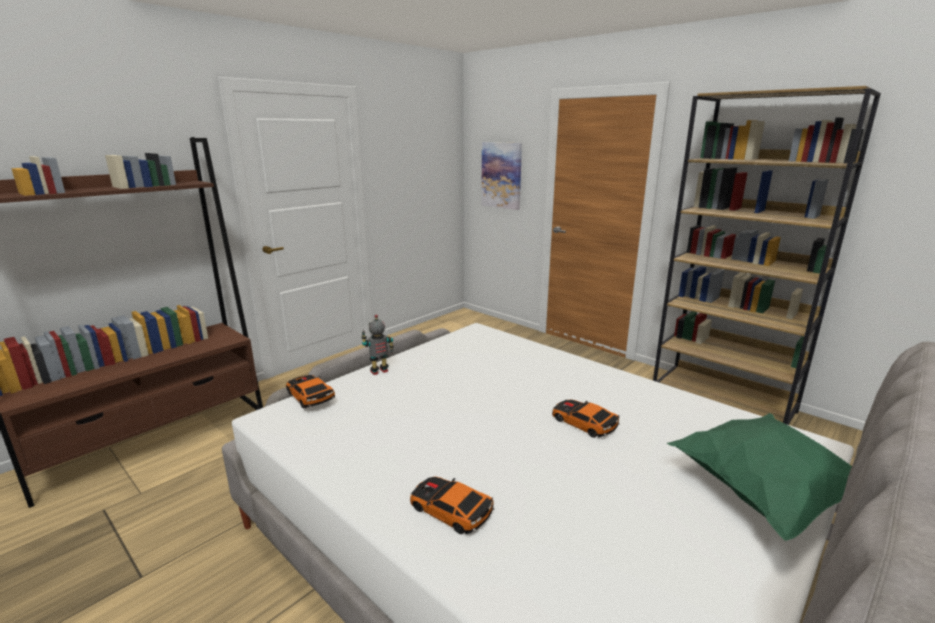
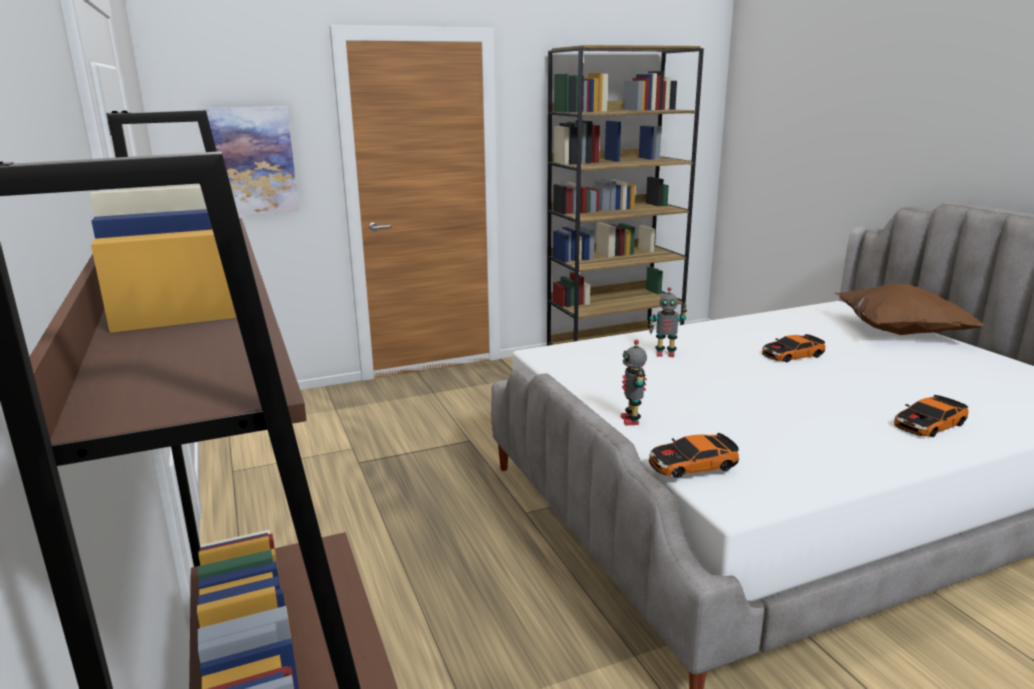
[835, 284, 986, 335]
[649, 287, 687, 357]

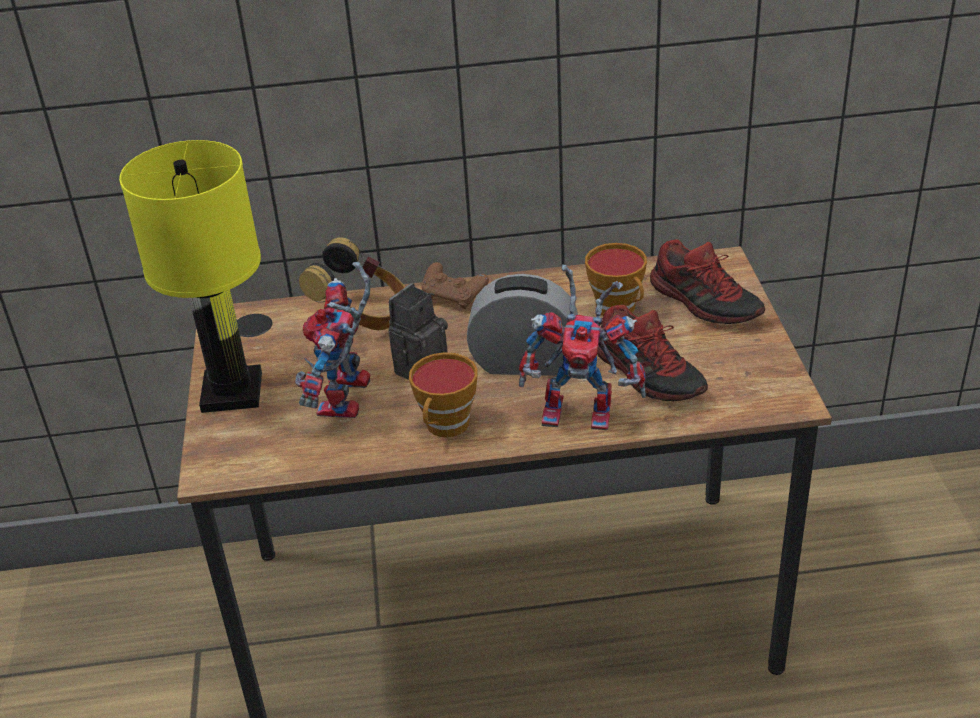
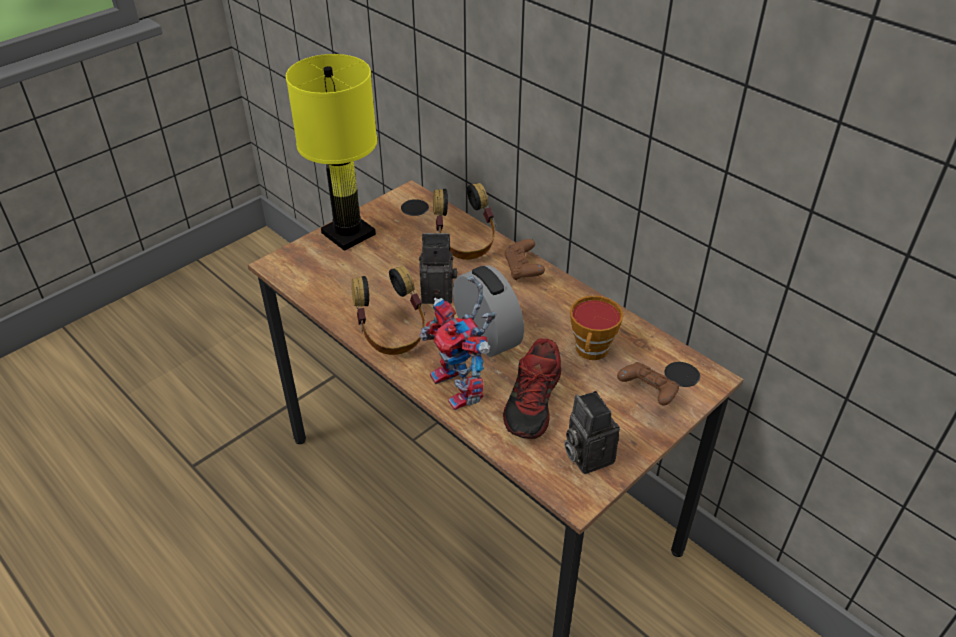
[295, 262, 370, 418] (first image)
[352, 266, 425, 355]
[617, 362, 679, 406]
[564, 391, 620, 474]

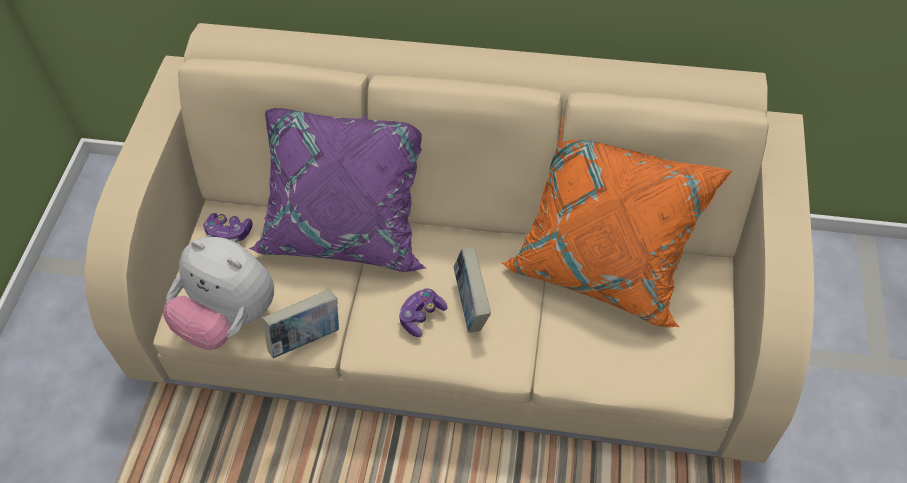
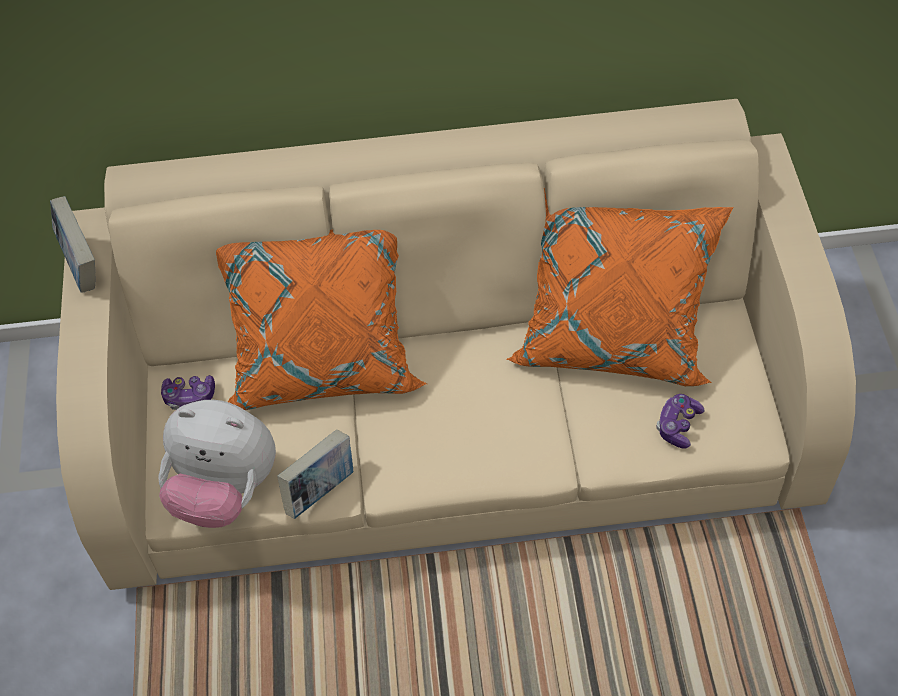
[216, 229, 427, 410]
[656, 394, 704, 448]
[50, 196, 95, 293]

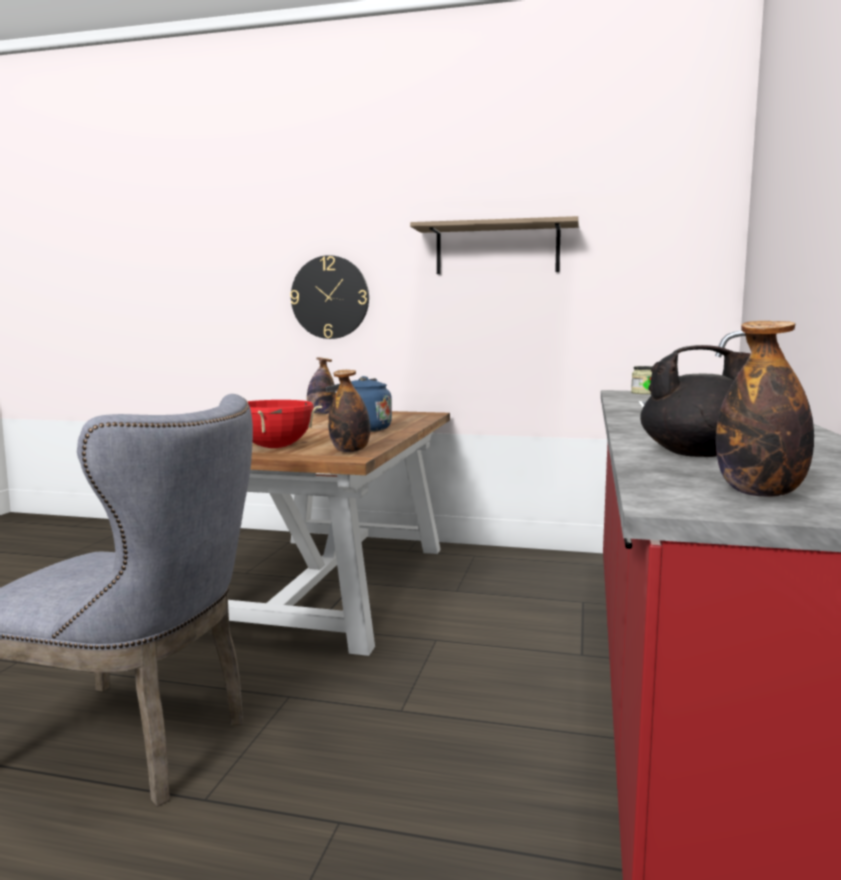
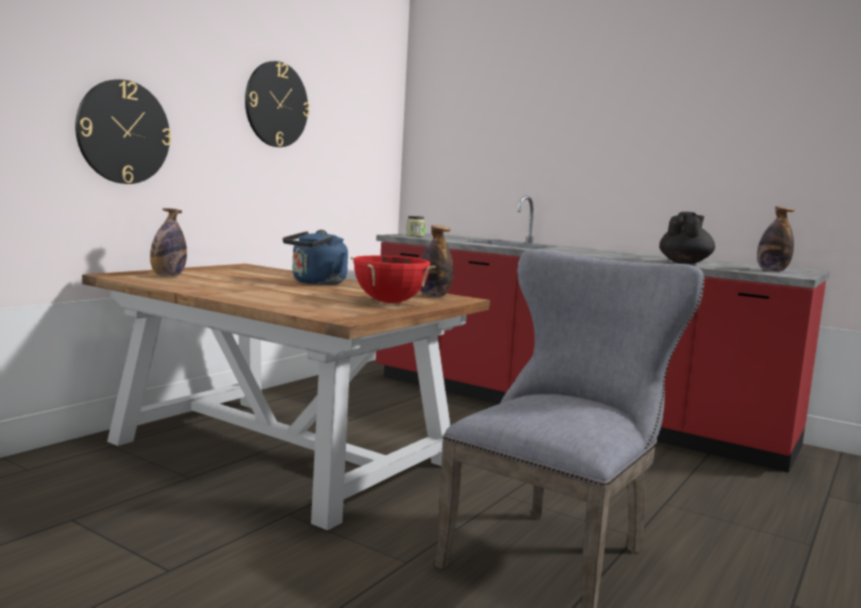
[245, 61, 310, 147]

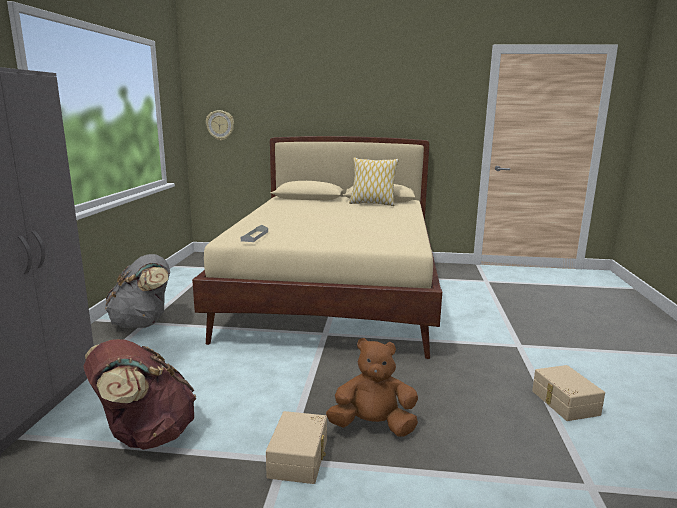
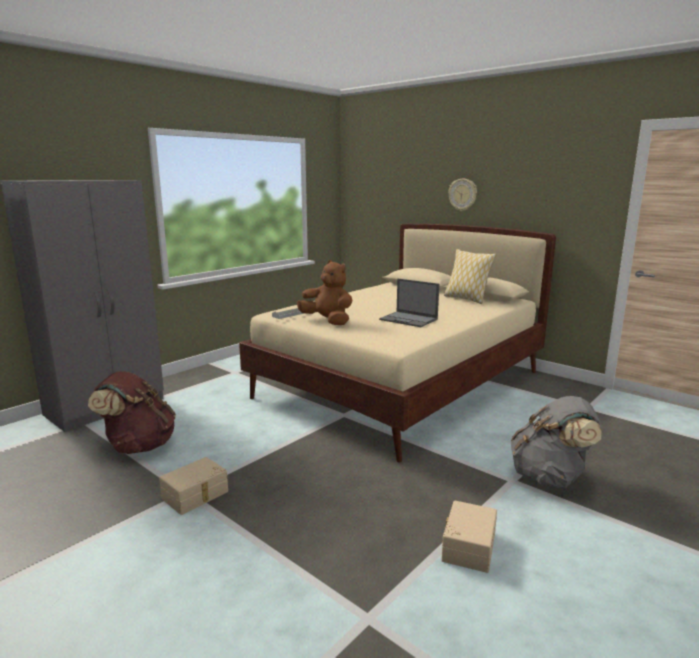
[511, 396, 602, 488]
[448, 179, 477, 211]
[297, 260, 352, 325]
[379, 279, 439, 327]

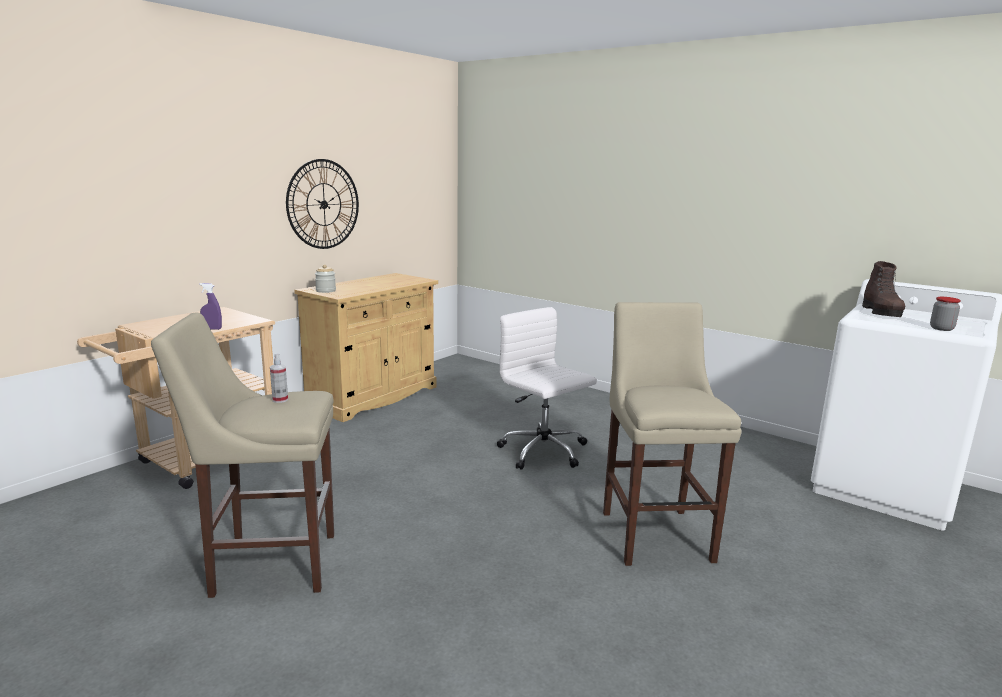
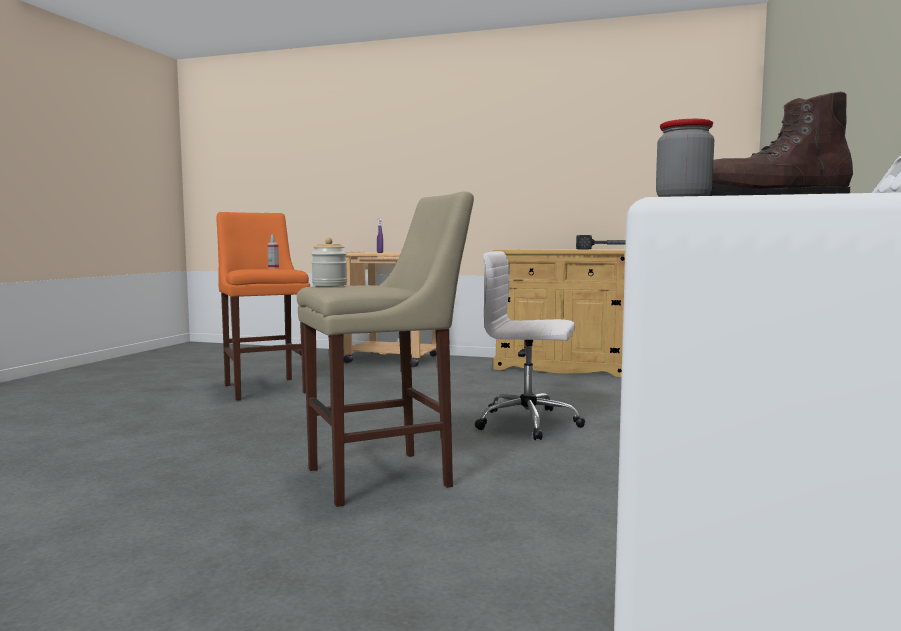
[216, 212, 310, 401]
[286, 159, 359, 249] (first image)
[311, 238, 347, 286]
[475, 251, 585, 440]
[576, 235, 626, 250]

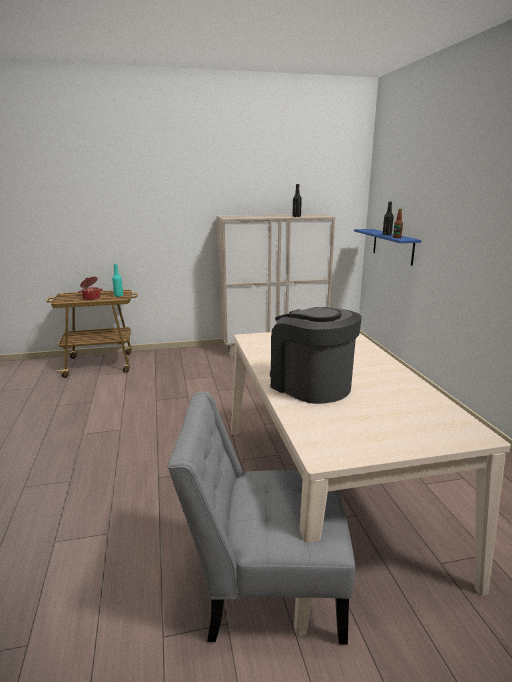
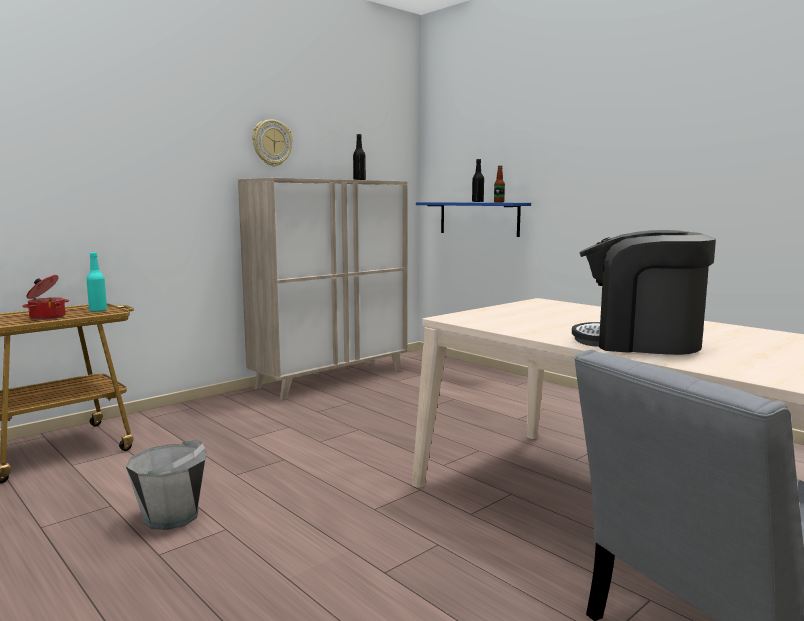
[126, 439, 207, 530]
[252, 119, 293, 166]

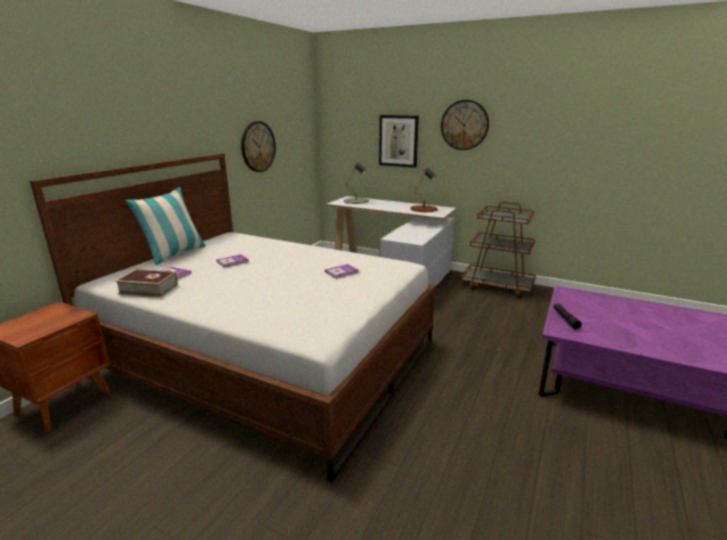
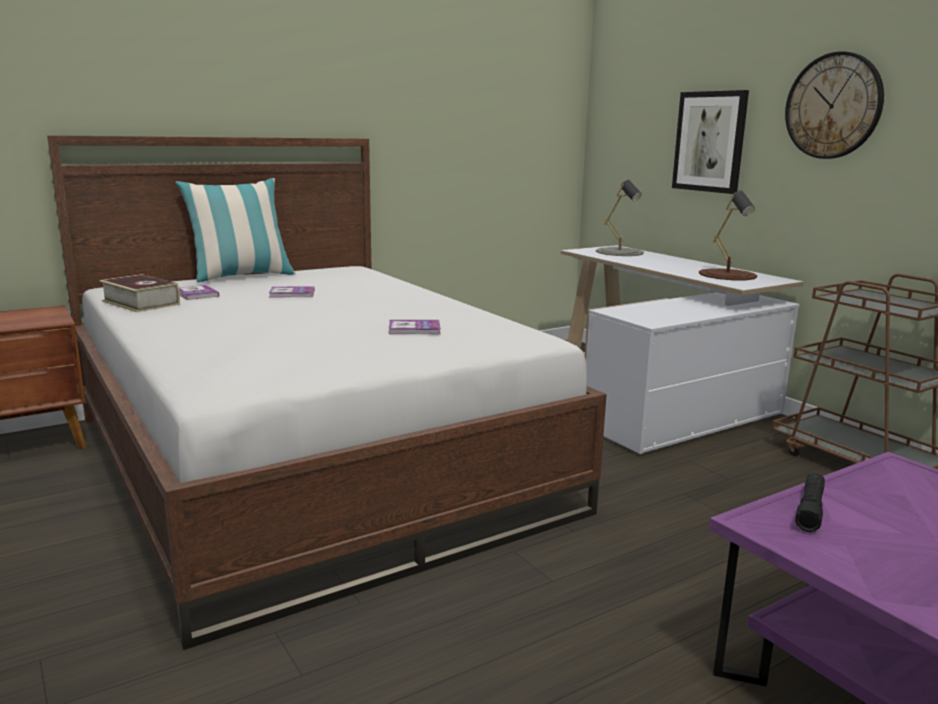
[241, 121, 276, 172] (first image)

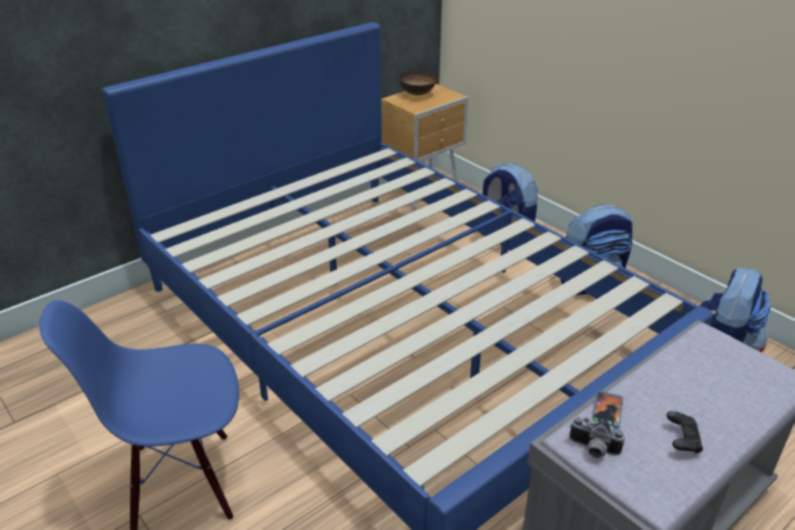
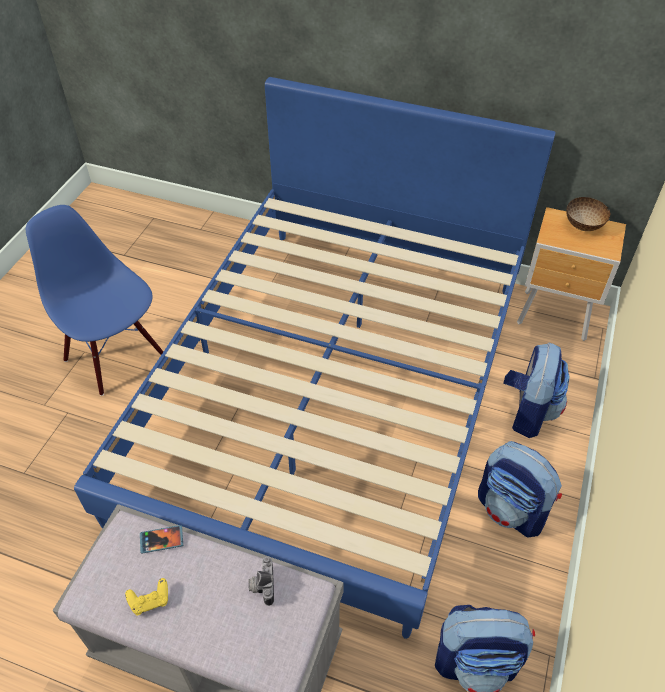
[248, 556, 274, 606]
[125, 578, 168, 615]

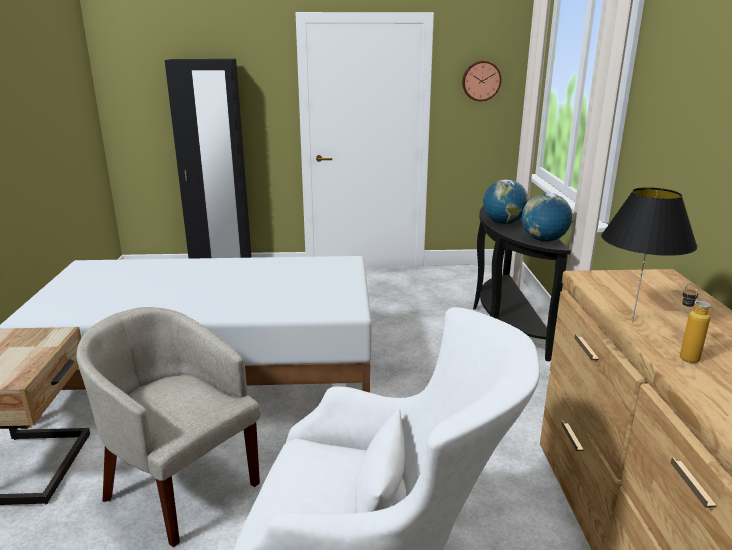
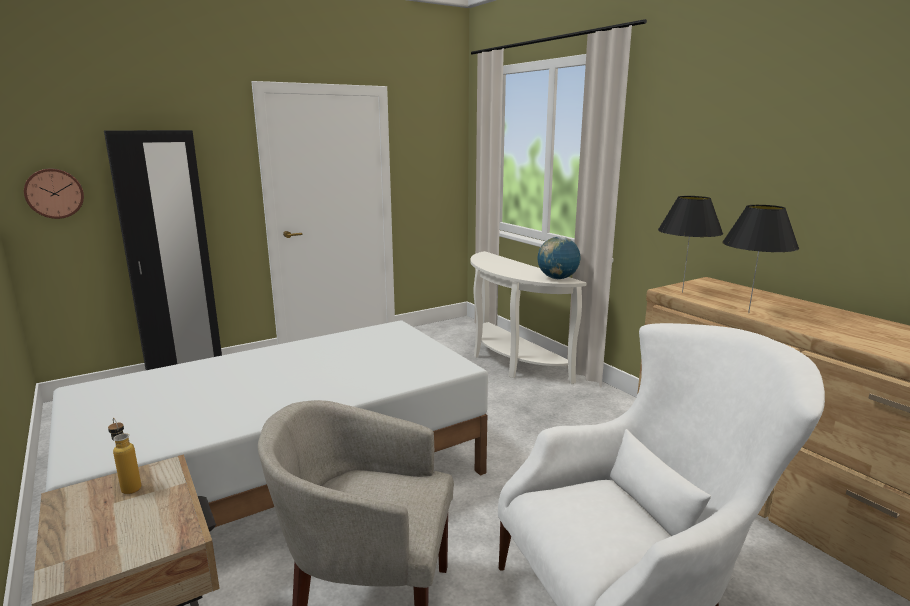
[24, 169, 84, 219]
[470, 251, 587, 384]
[483, 179, 529, 224] (first image)
[108, 418, 141, 494]
[658, 196, 723, 293]

